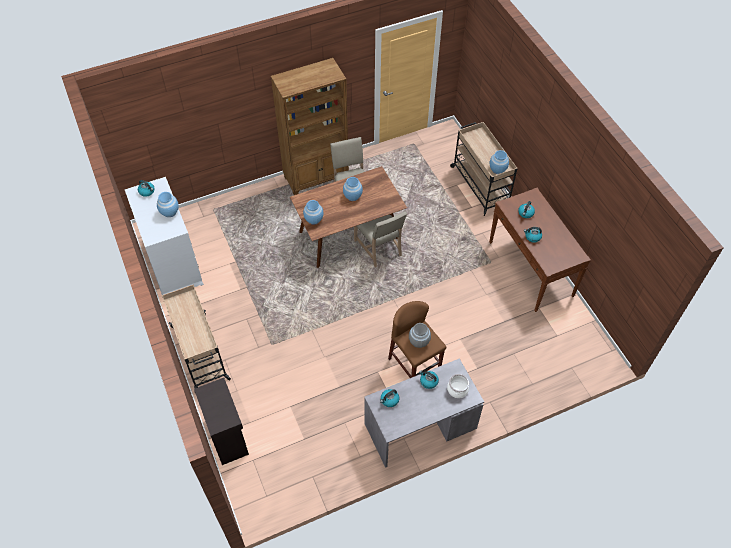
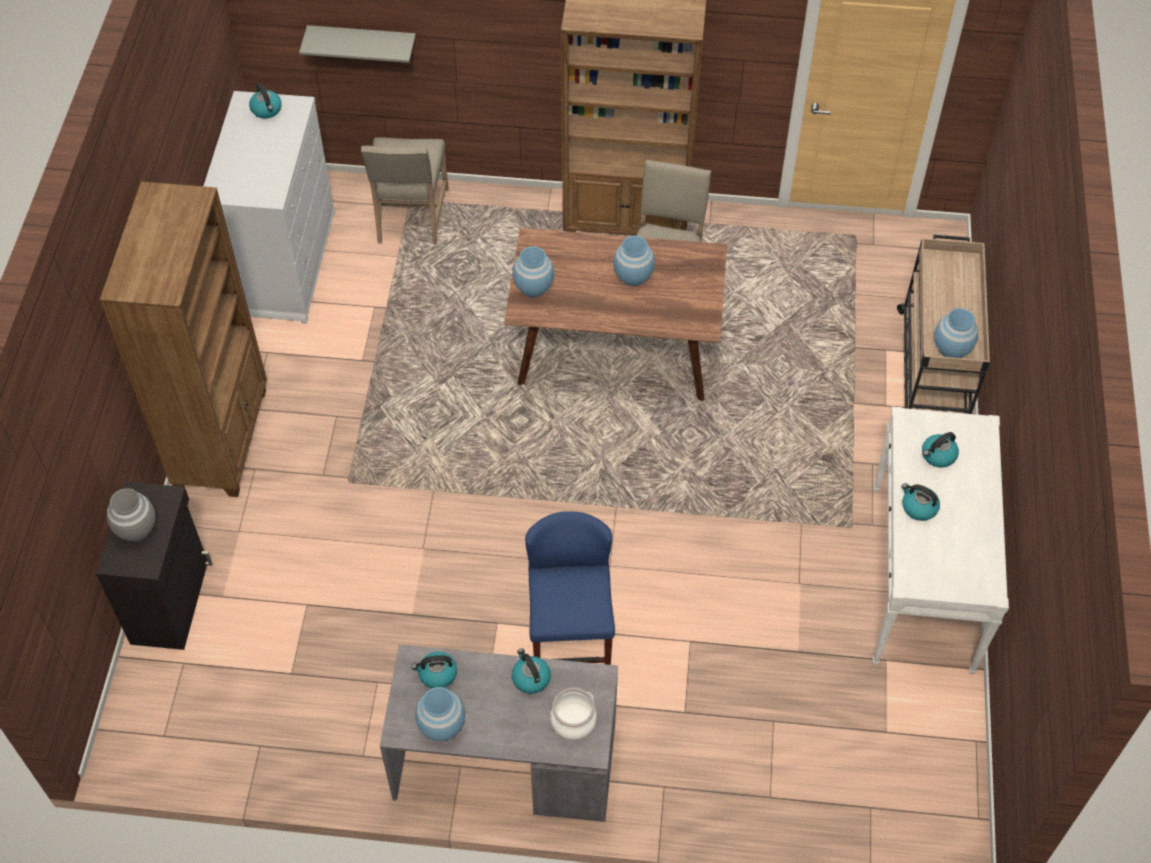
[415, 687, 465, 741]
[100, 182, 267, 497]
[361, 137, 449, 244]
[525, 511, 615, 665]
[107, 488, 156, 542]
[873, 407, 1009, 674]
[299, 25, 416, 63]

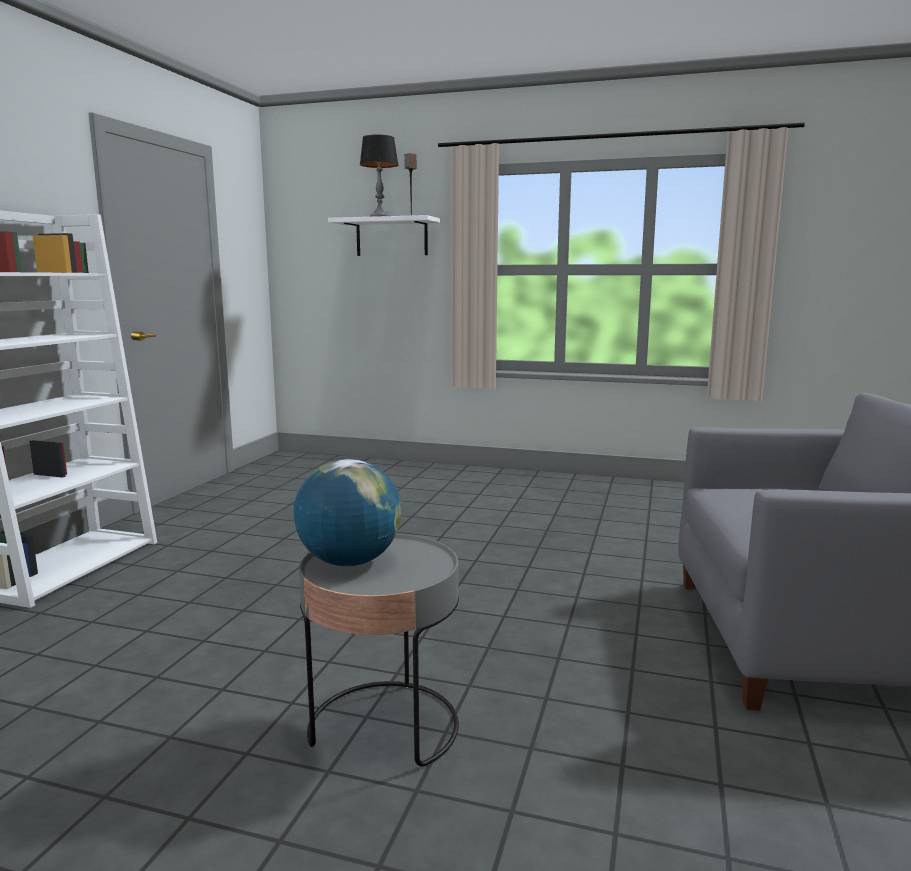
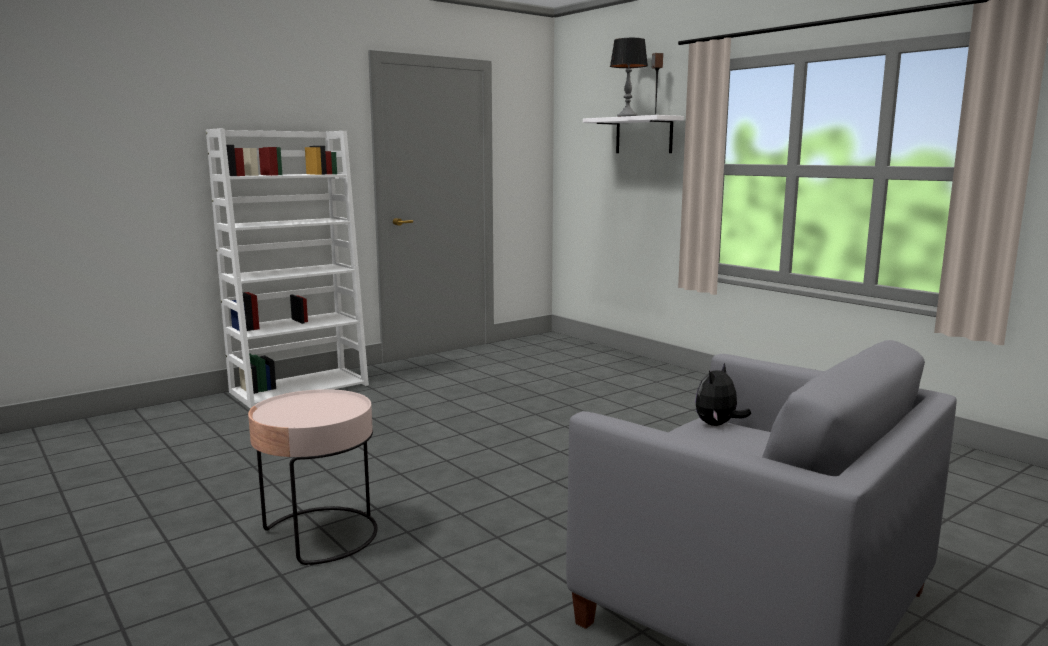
[293, 459, 401, 566] (first image)
[248, 389, 378, 565]
[695, 363, 751, 426]

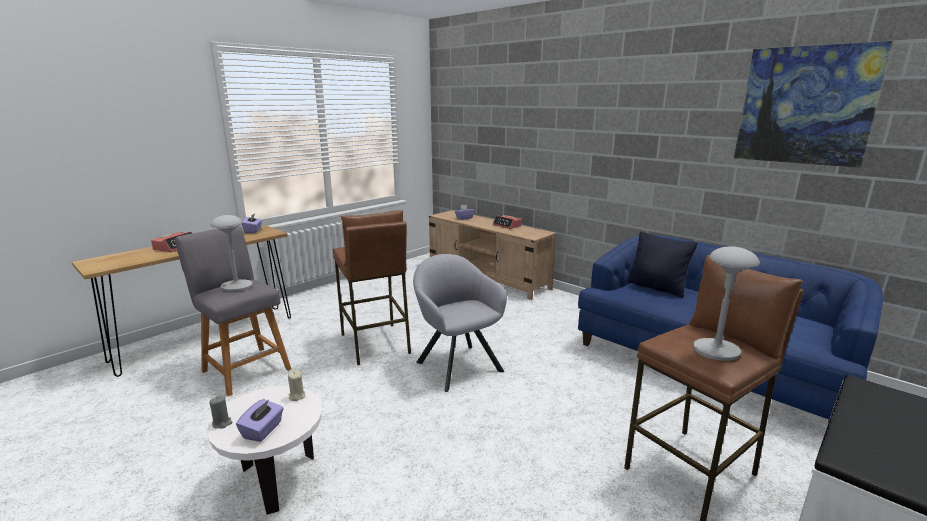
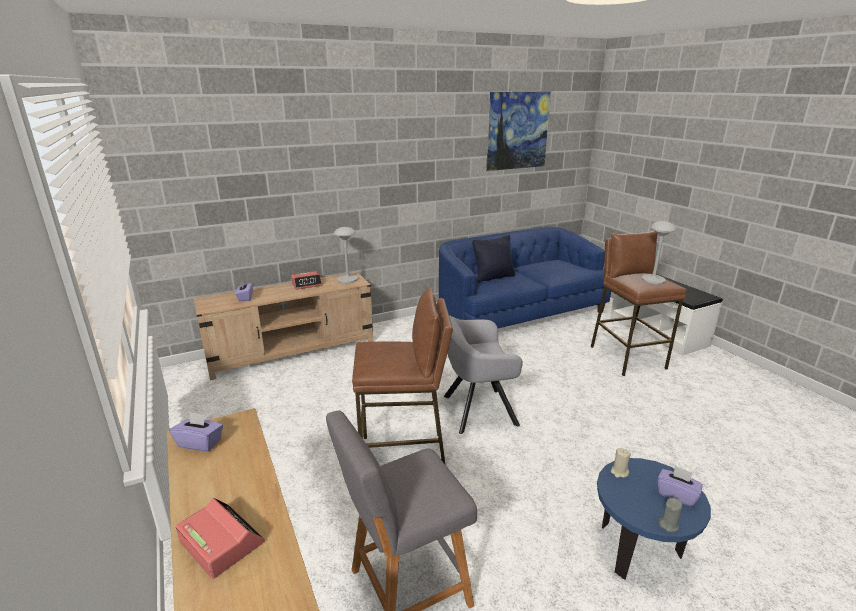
[597, 458, 711, 580]
[334, 227, 358, 284]

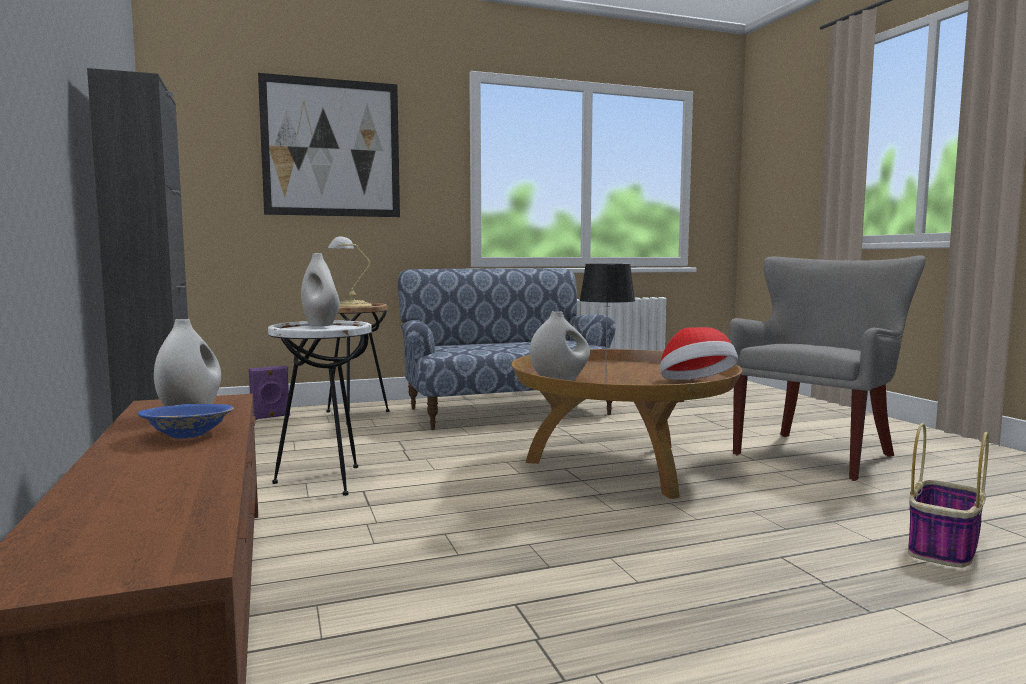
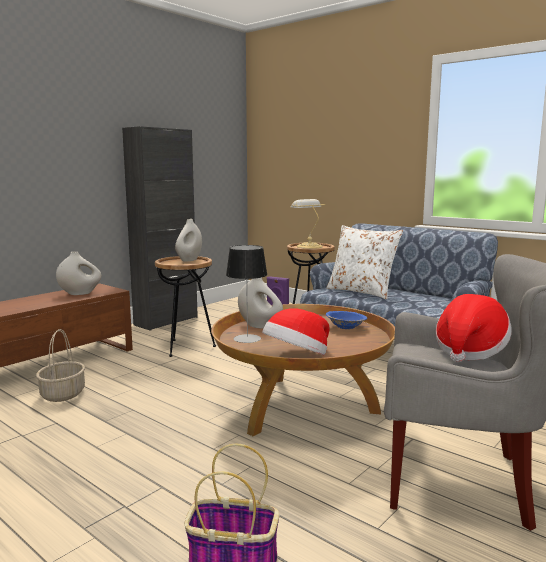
[326, 311, 367, 329]
[258, 73, 400, 217] (first image)
[155, 256, 216, 357]
[36, 329, 85, 402]
[326, 225, 403, 299]
[436, 294, 511, 362]

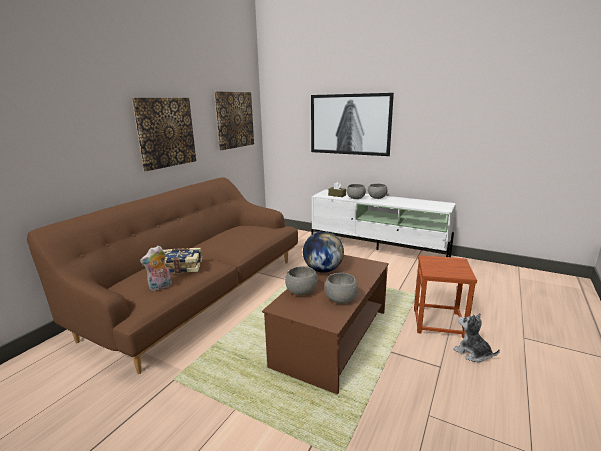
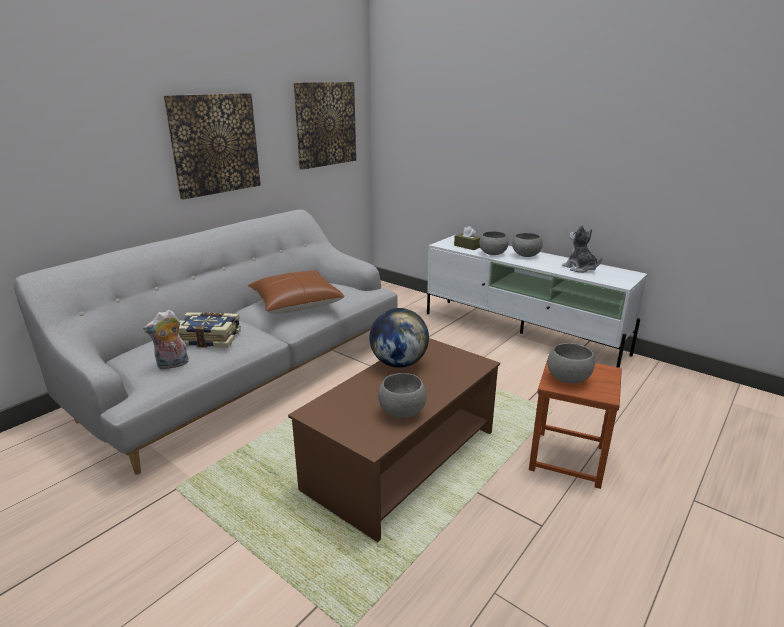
[14, 209, 398, 475]
[547, 343, 595, 383]
[311, 93, 394, 156] (first image)
[562, 225, 602, 273]
[247, 270, 345, 314]

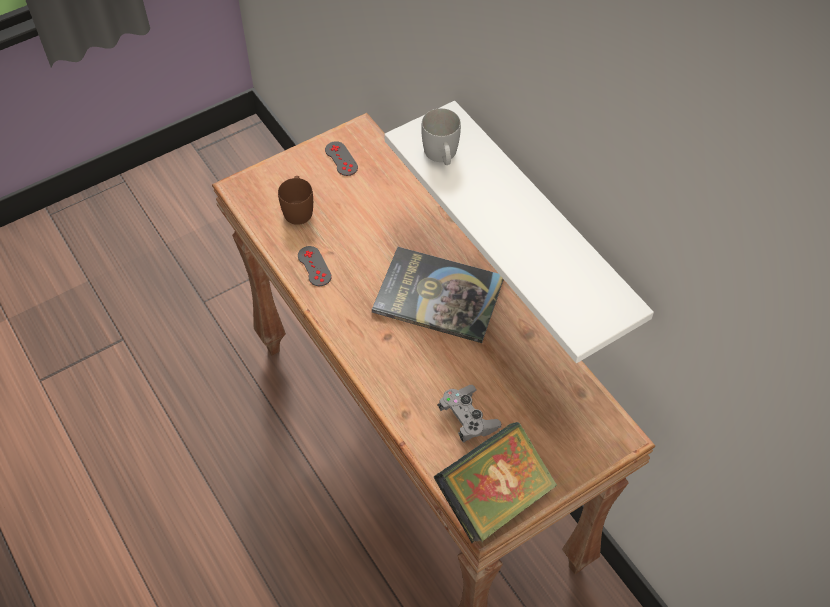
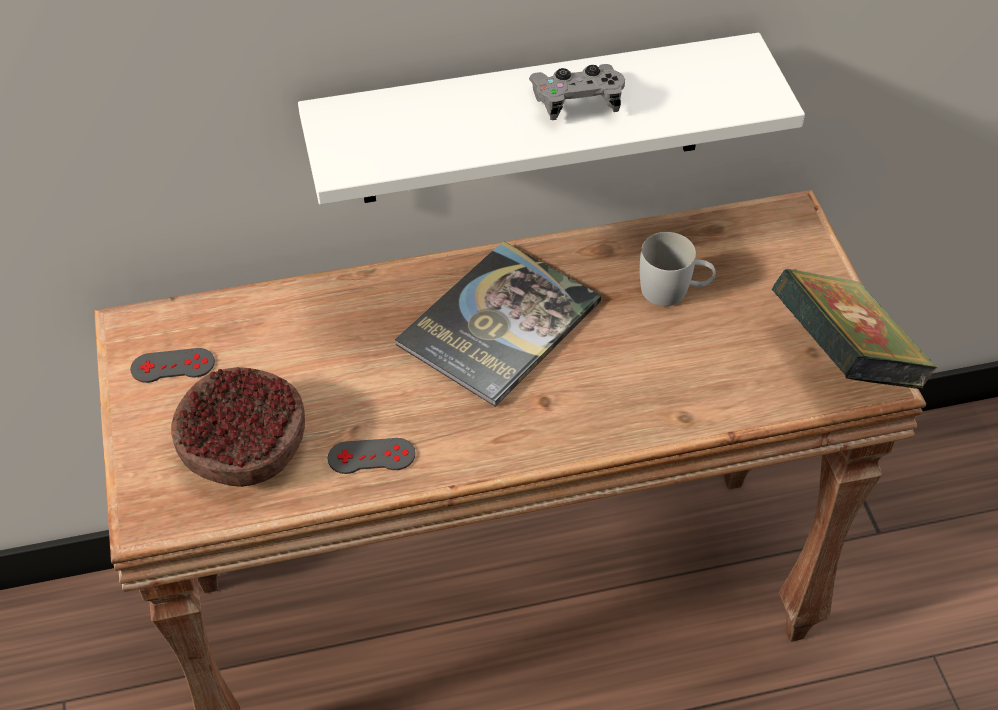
[171, 367, 305, 487]
[640, 232, 715, 306]
[529, 64, 625, 120]

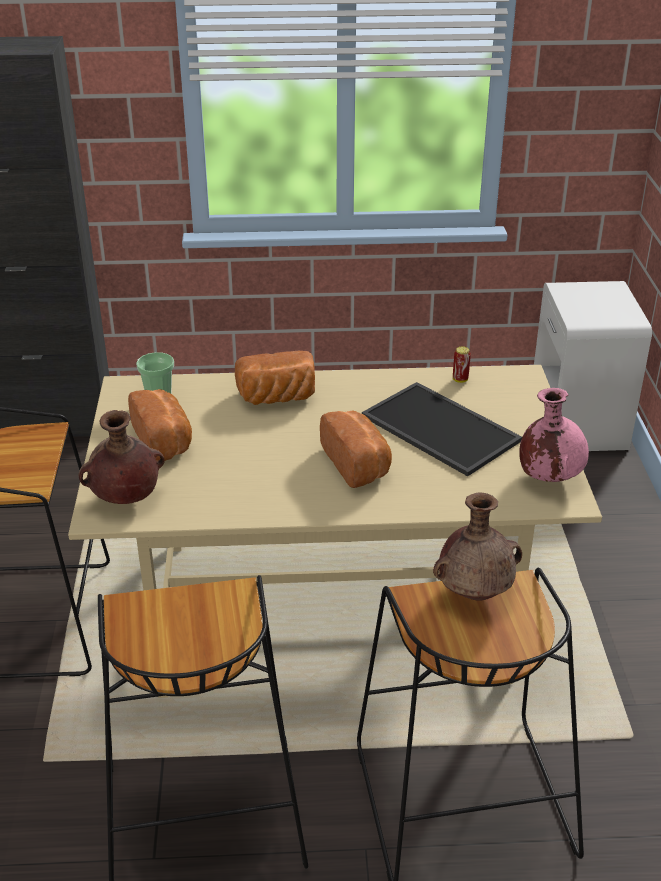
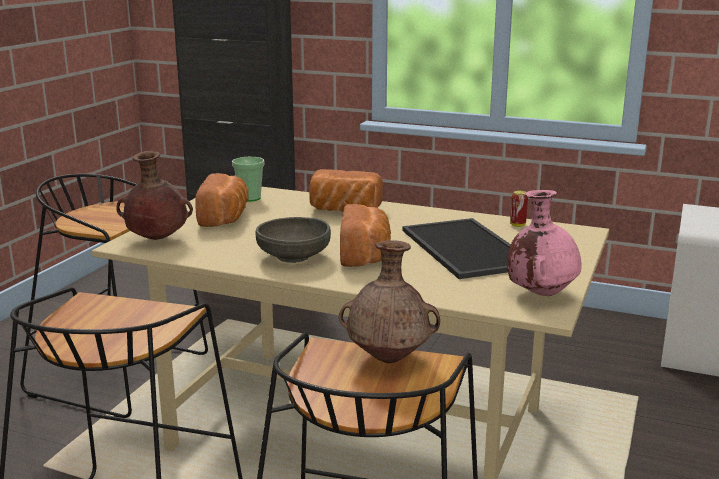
[255, 217, 331, 263]

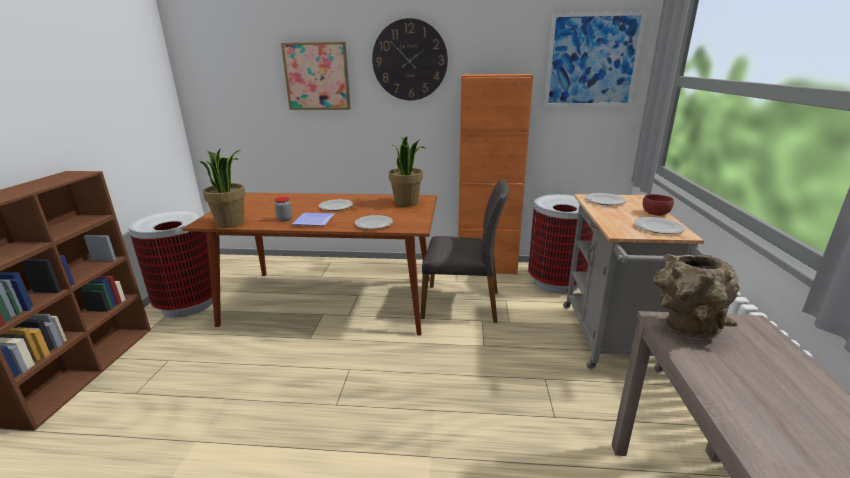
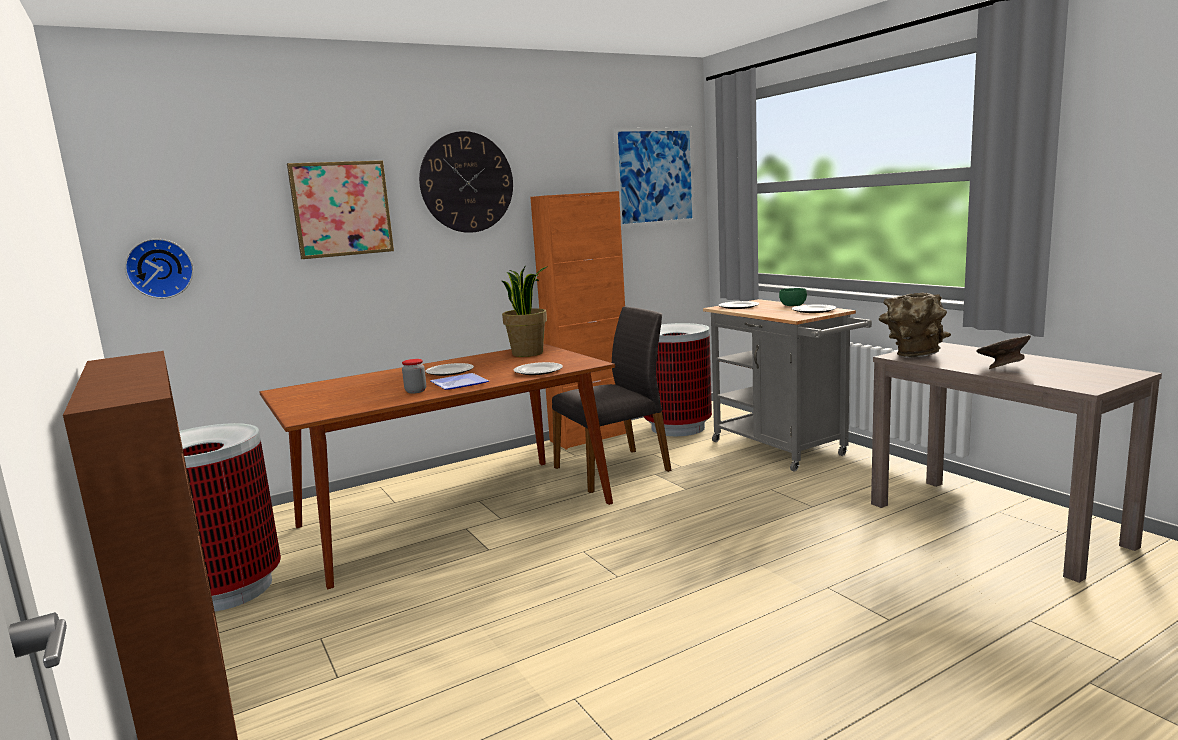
[199, 149, 246, 228] (first image)
[779, 288, 807, 306]
[125, 239, 194, 299]
[976, 335, 1031, 369]

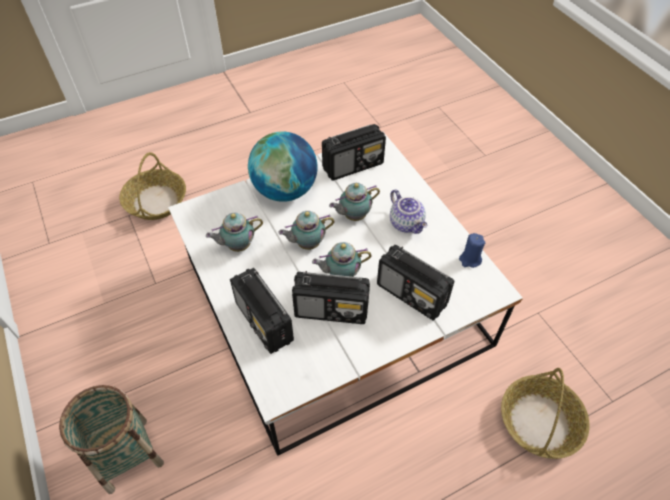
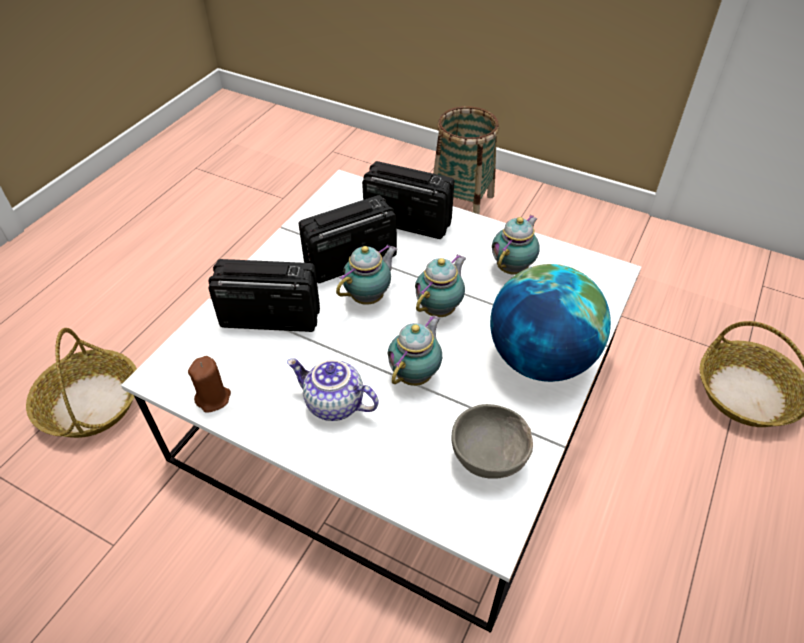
[452, 404, 533, 479]
[188, 356, 231, 413]

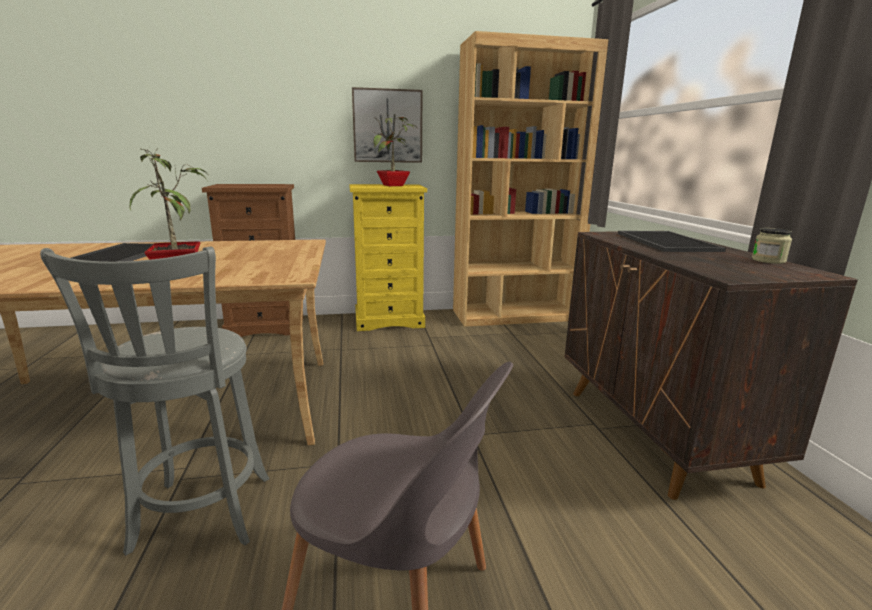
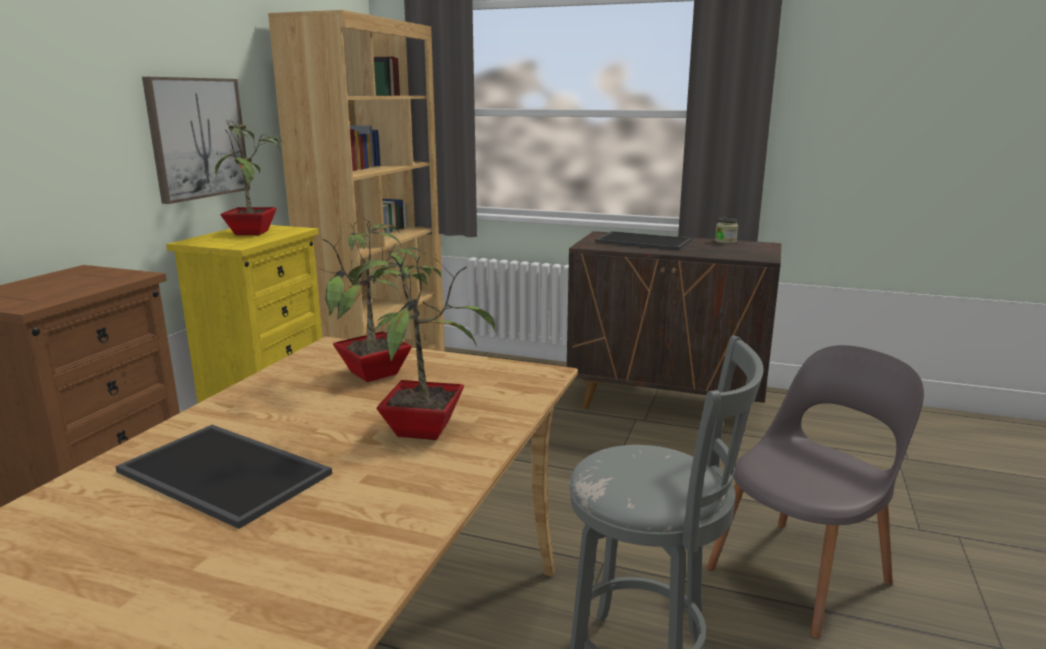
[319, 218, 423, 382]

